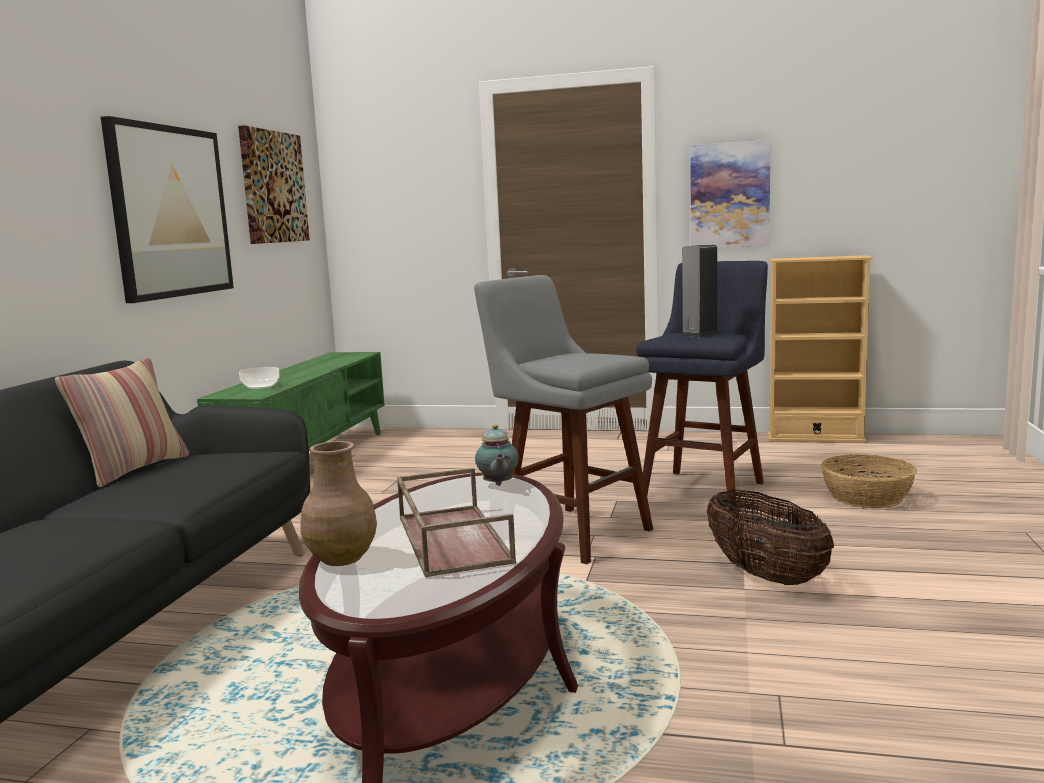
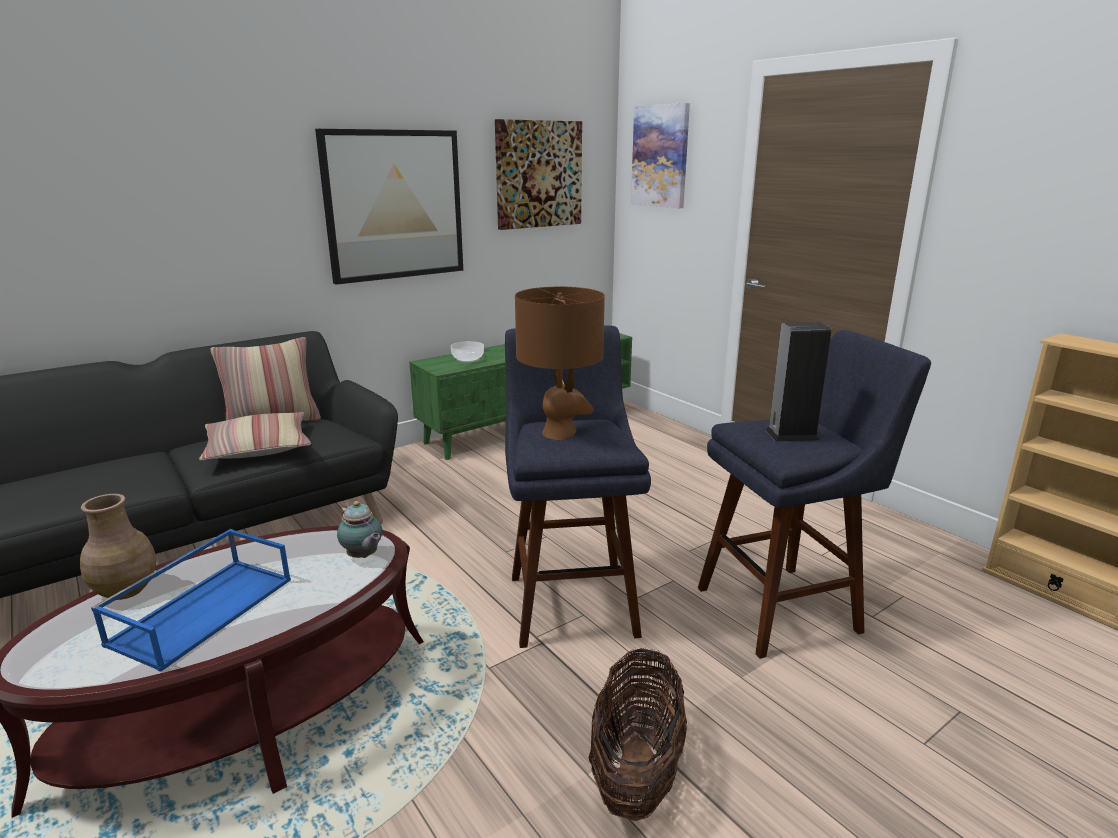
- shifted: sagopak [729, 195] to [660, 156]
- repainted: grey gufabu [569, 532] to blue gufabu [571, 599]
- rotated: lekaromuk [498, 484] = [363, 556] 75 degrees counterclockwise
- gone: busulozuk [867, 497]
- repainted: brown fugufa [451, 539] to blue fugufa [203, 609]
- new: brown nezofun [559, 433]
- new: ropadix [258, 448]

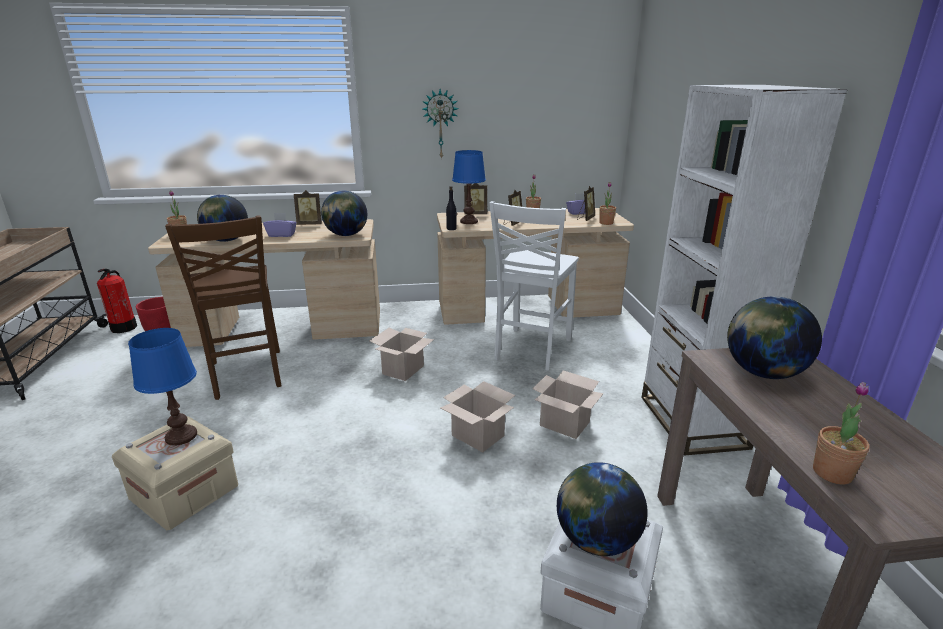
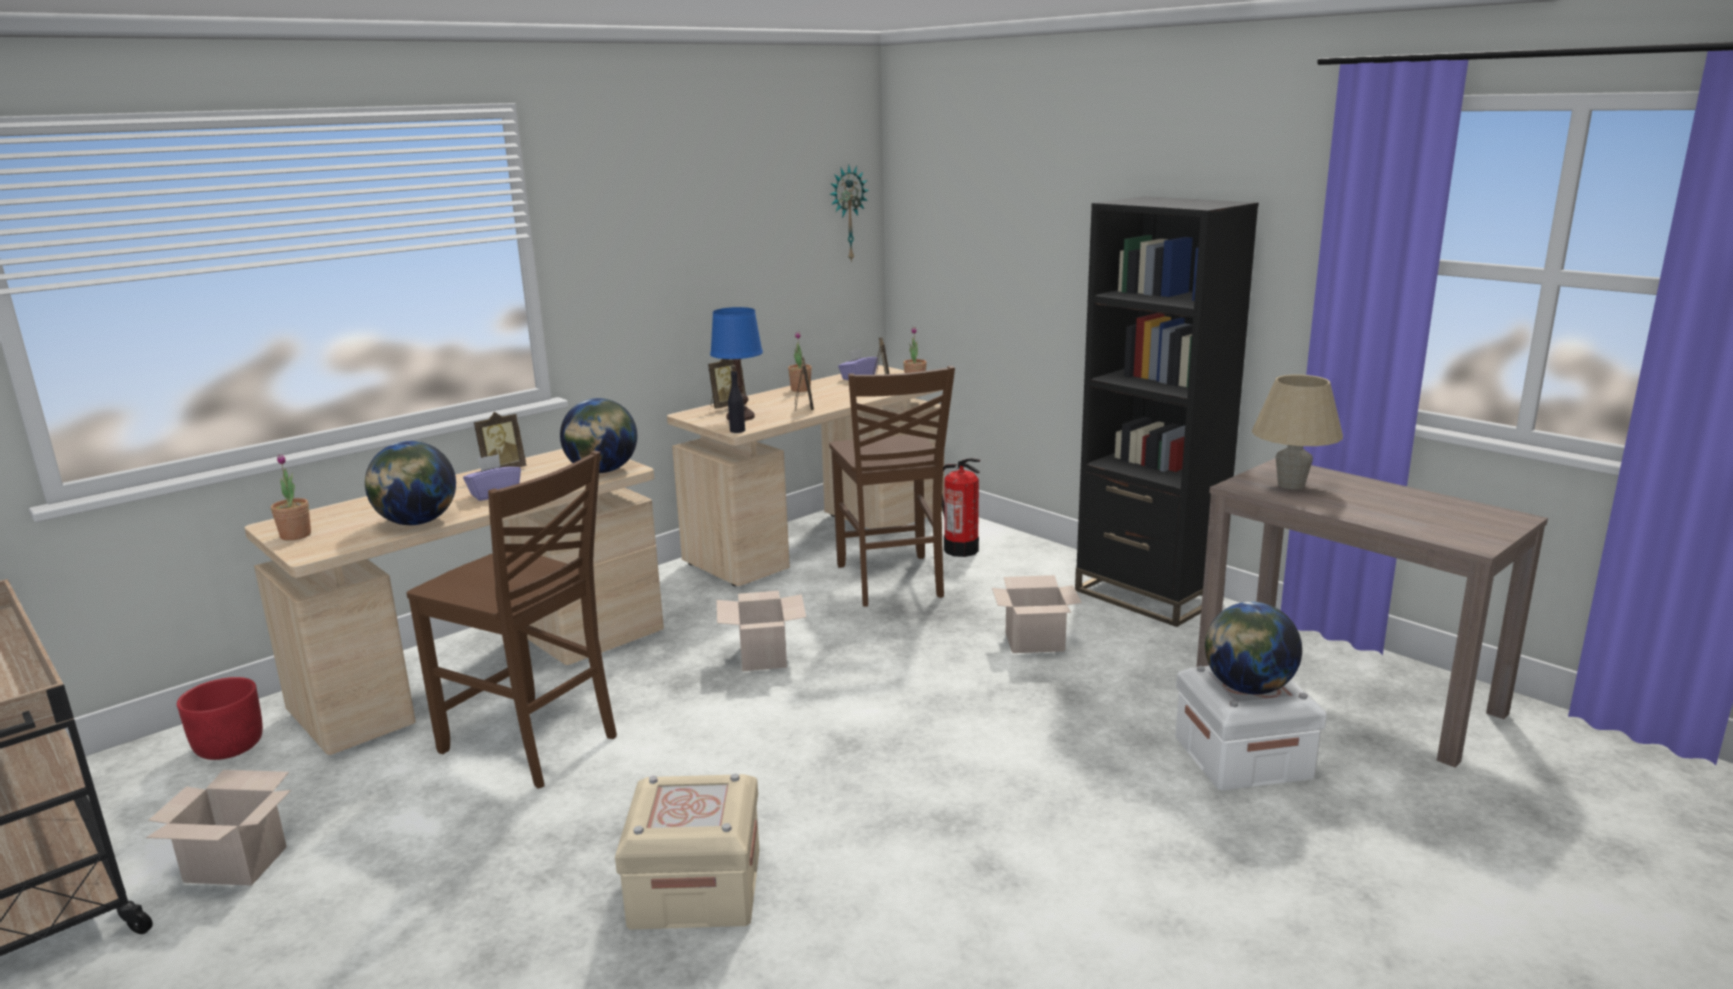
- repainted: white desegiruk [692, 421] to black desegiruk [1147, 595]
- shifted: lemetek [440, 124] to [847, 213]
- repainted: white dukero [531, 350] to brown dukero [891, 582]
- shifted: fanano [124, 328] to [960, 550]
- swapped: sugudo [763, 373] to beige nezofun [1291, 485]
- gone: blue nezofun [181, 436]
- shifted: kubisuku [479, 436] to [239, 863]
- gone: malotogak [832, 473]

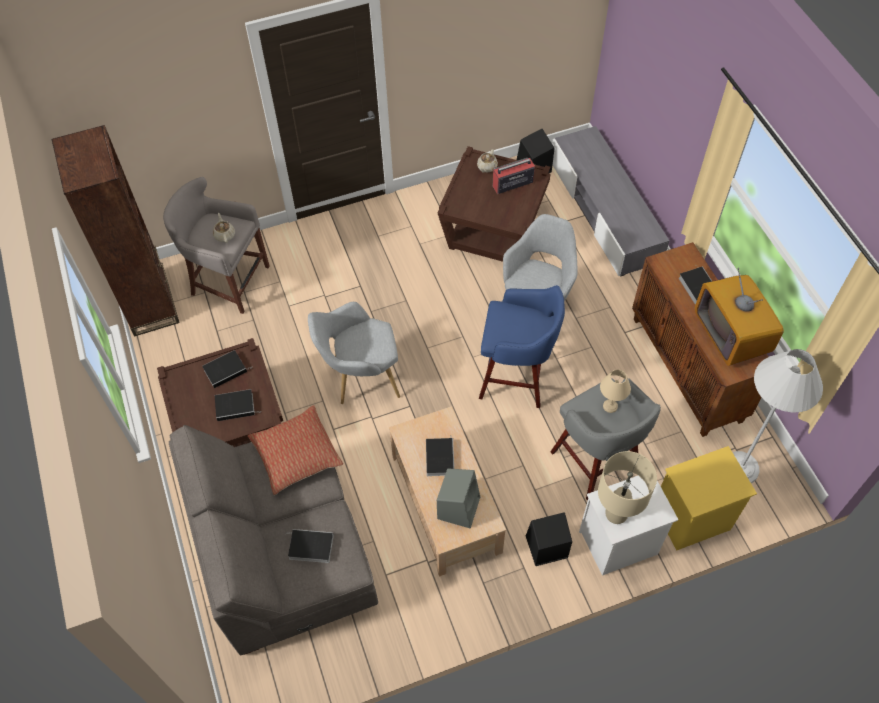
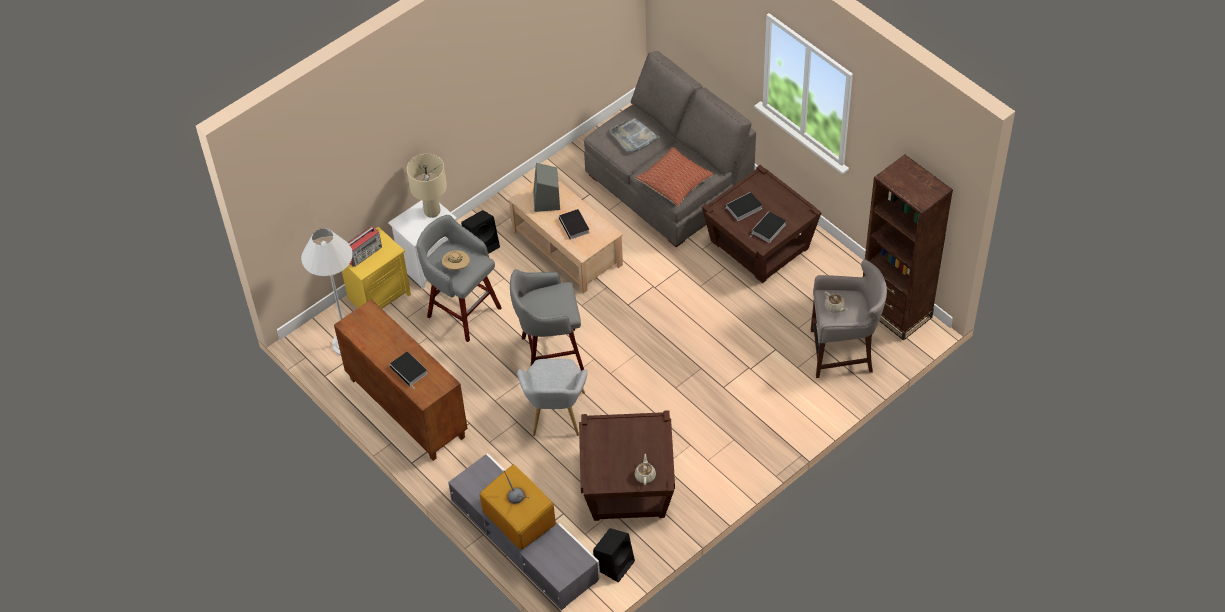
- shifted: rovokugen [512, 184] to [364, 253]
- shifted: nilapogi [731, 334] to [519, 521]
- repainted: blue gufabu [516, 378] to grey gufabu [549, 354]
- gone: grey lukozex [360, 378]
- swapped: beige nezofun [609, 406] to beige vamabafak [456, 267]
- swapped: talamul [309, 547] to grey fugufa [633, 136]

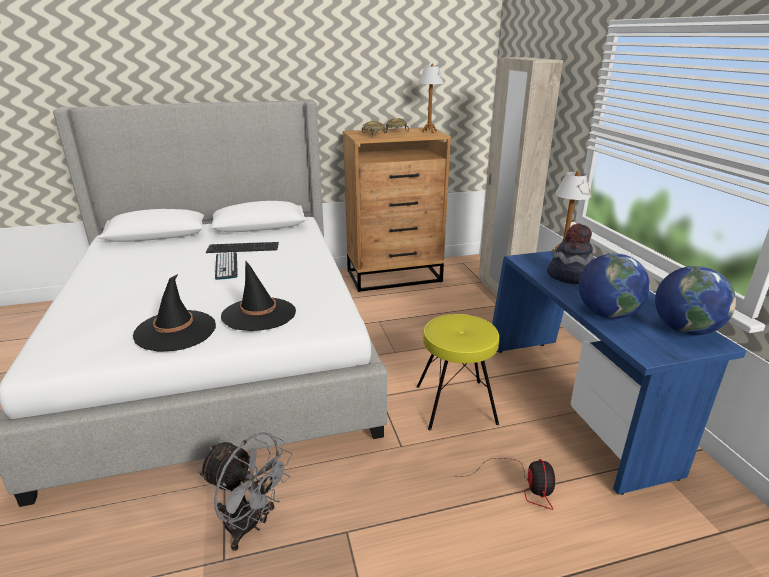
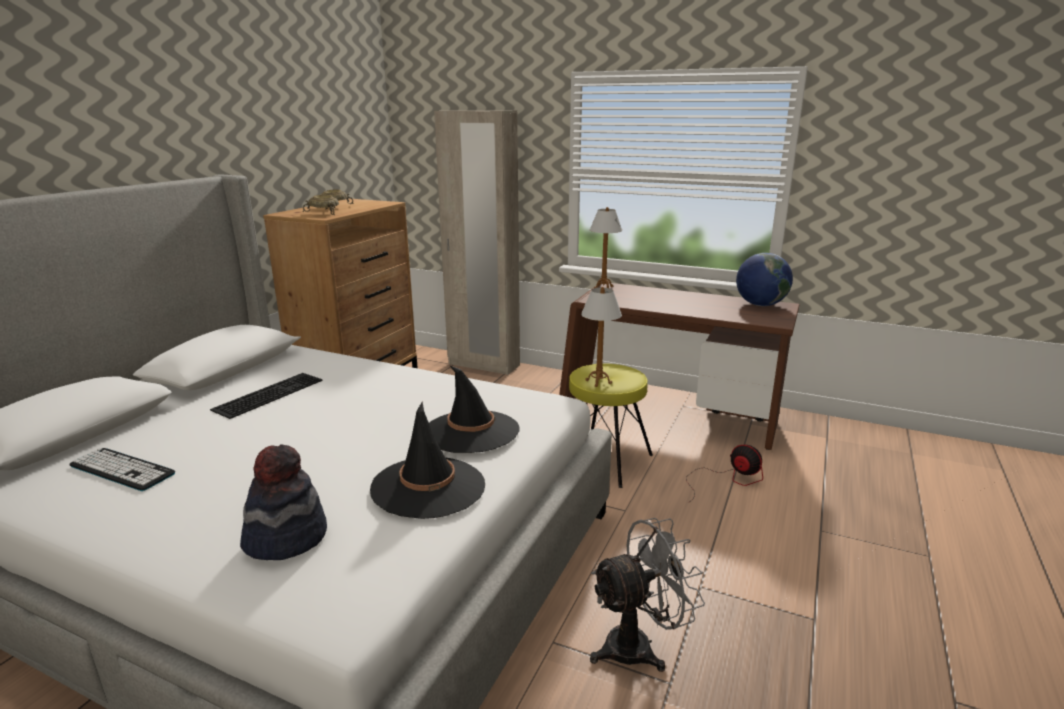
- shifted: nezofun [429, 131] to [598, 382]
- shifted: vamabafak [569, 276] to [286, 538]
- repainted: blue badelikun [575, 405] to brown badelikun [668, 416]
- shifted: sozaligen [226, 266] to [122, 469]
- gone: sugudo [607, 314]

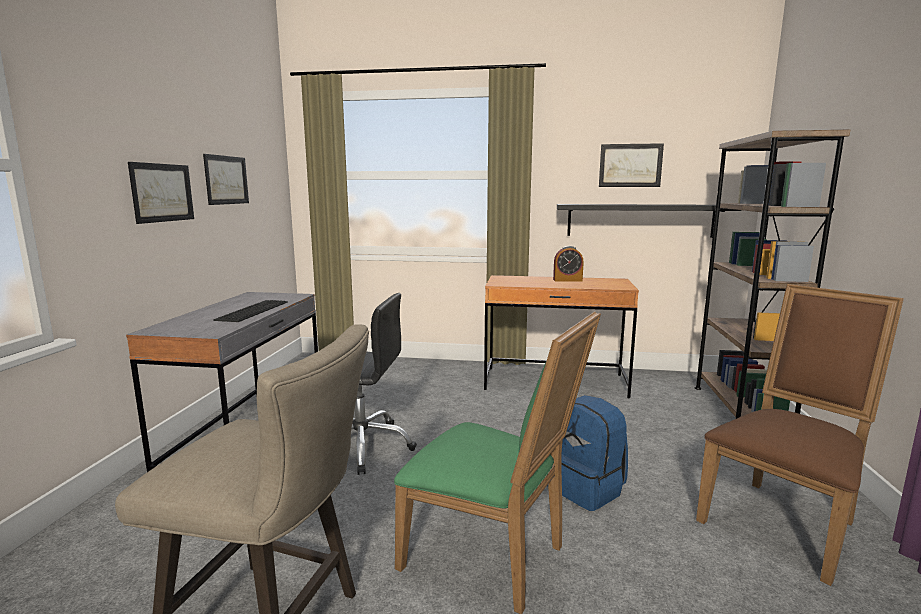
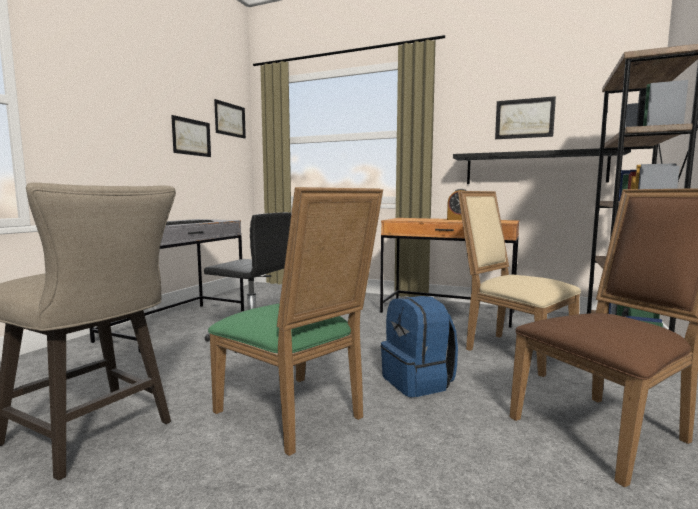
- shifted: sagopak [162, 192] to [230, 119]
- new: beige dukero [513, 351]

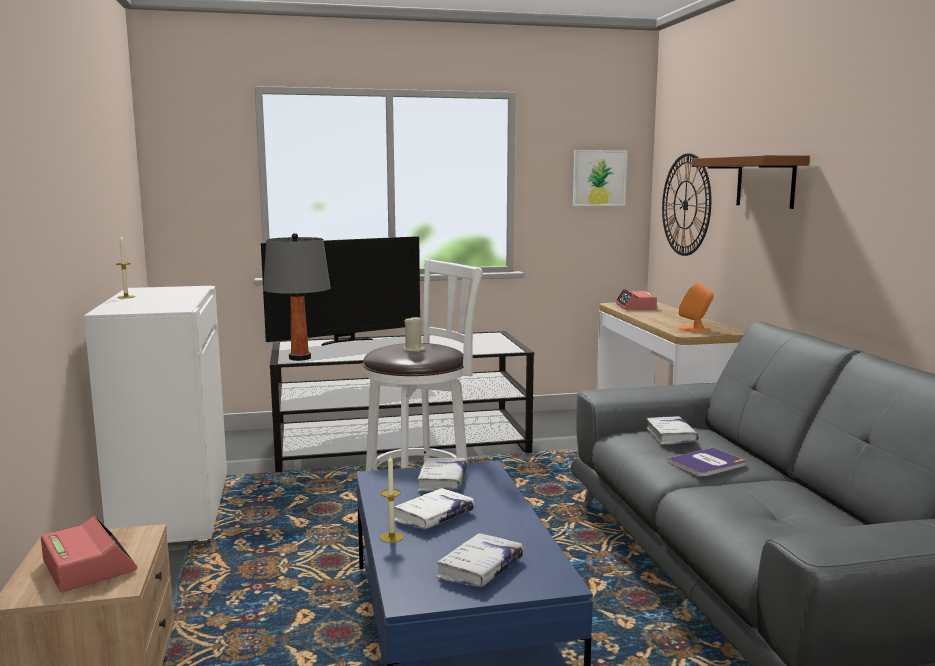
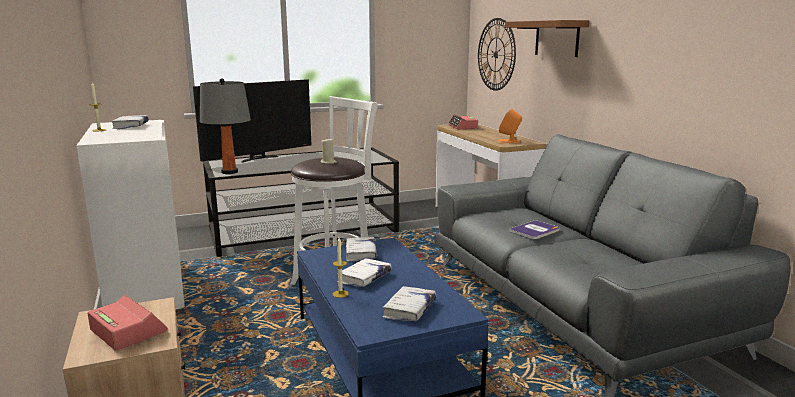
- gone: sagopak [599, 178]
- shifted: white talamul [671, 436] to [131, 126]

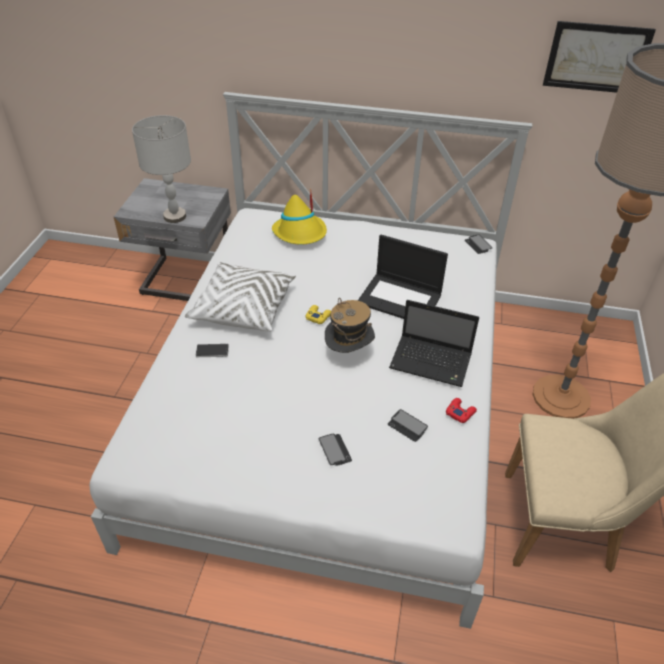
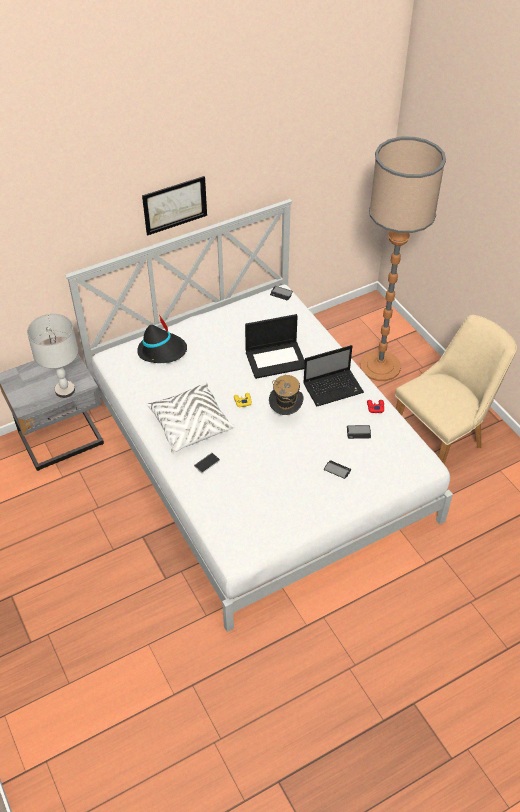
- shifted: sagopak [596, 57] to [175, 205]
- repainted: yellow vamabafak [300, 233] to black vamabafak [162, 351]

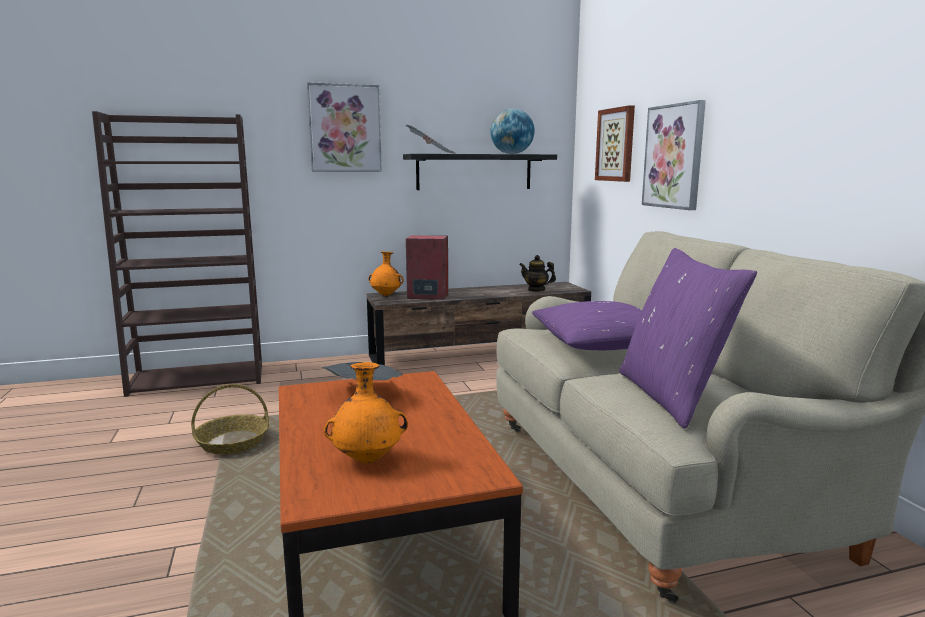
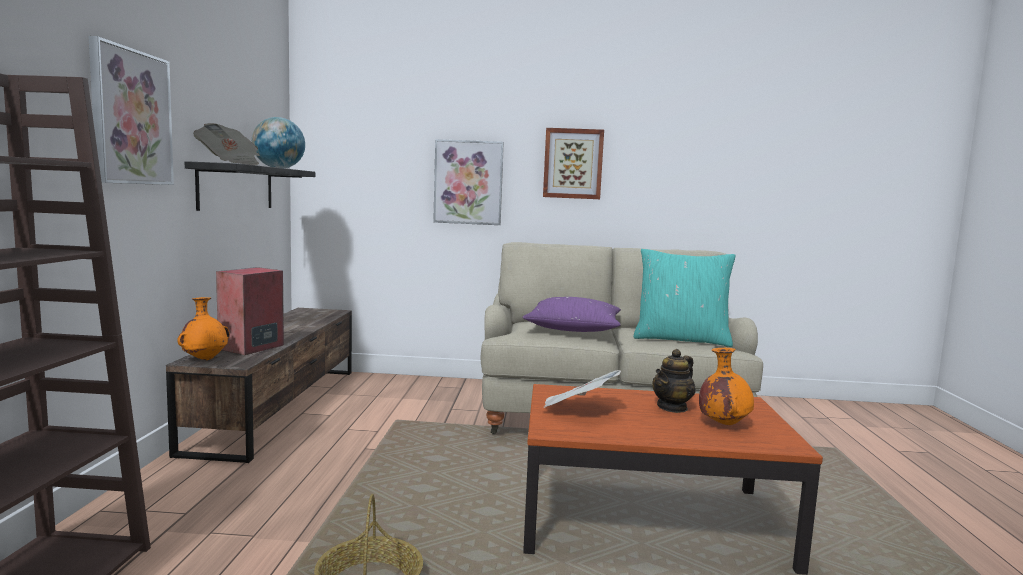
- shifted: sagopak [616, 145] to [573, 164]
- repainted: purple ropadix [672, 396] to turquoise ropadix [681, 339]
- shifted: lekaromuk [536, 290] to [672, 407]

